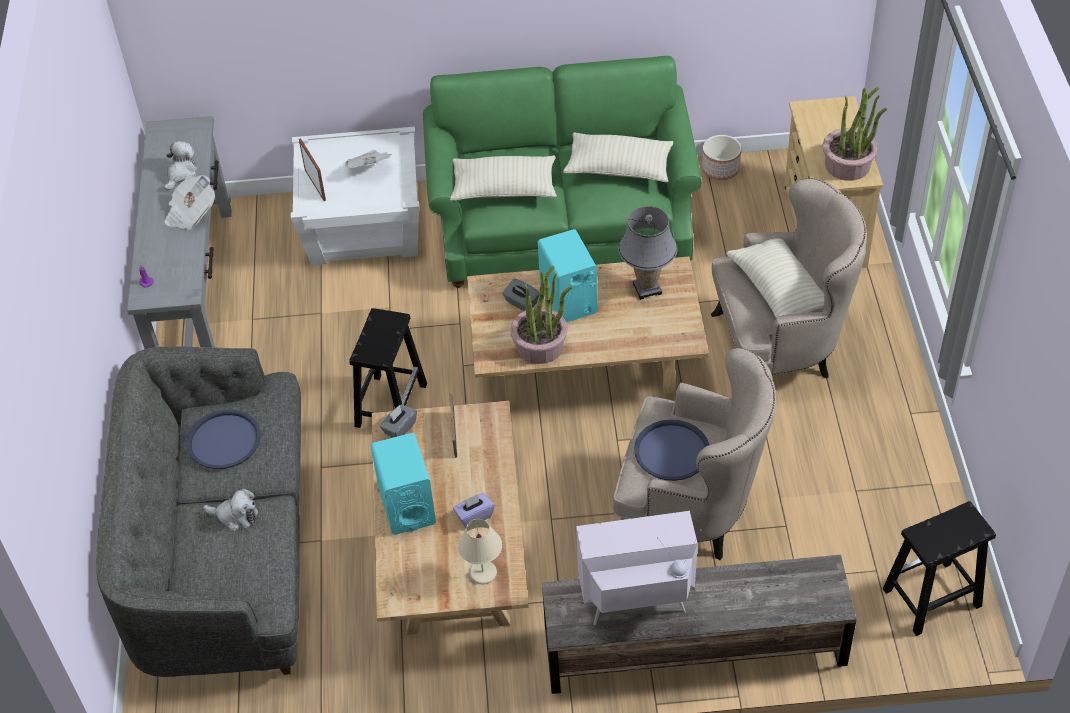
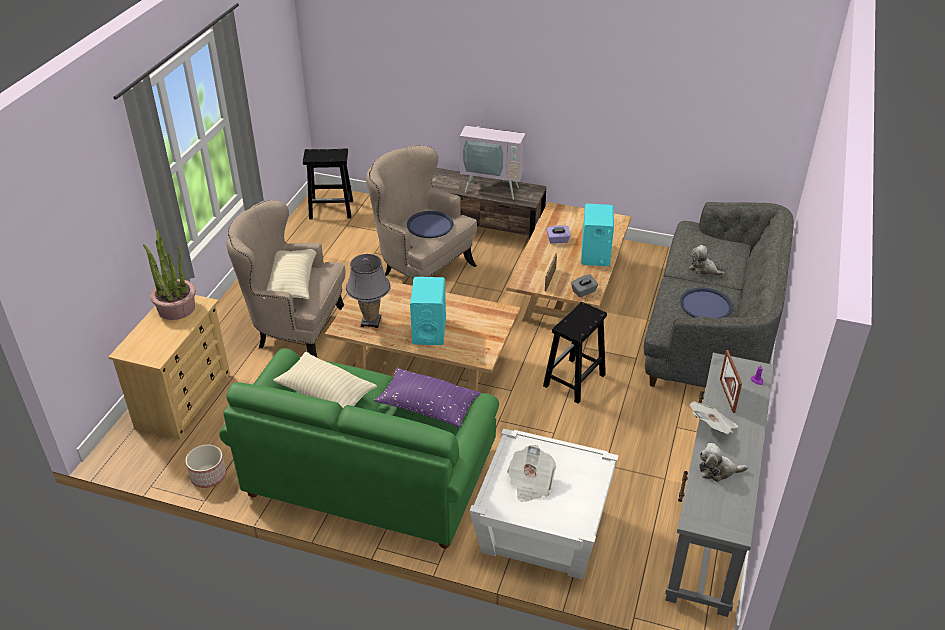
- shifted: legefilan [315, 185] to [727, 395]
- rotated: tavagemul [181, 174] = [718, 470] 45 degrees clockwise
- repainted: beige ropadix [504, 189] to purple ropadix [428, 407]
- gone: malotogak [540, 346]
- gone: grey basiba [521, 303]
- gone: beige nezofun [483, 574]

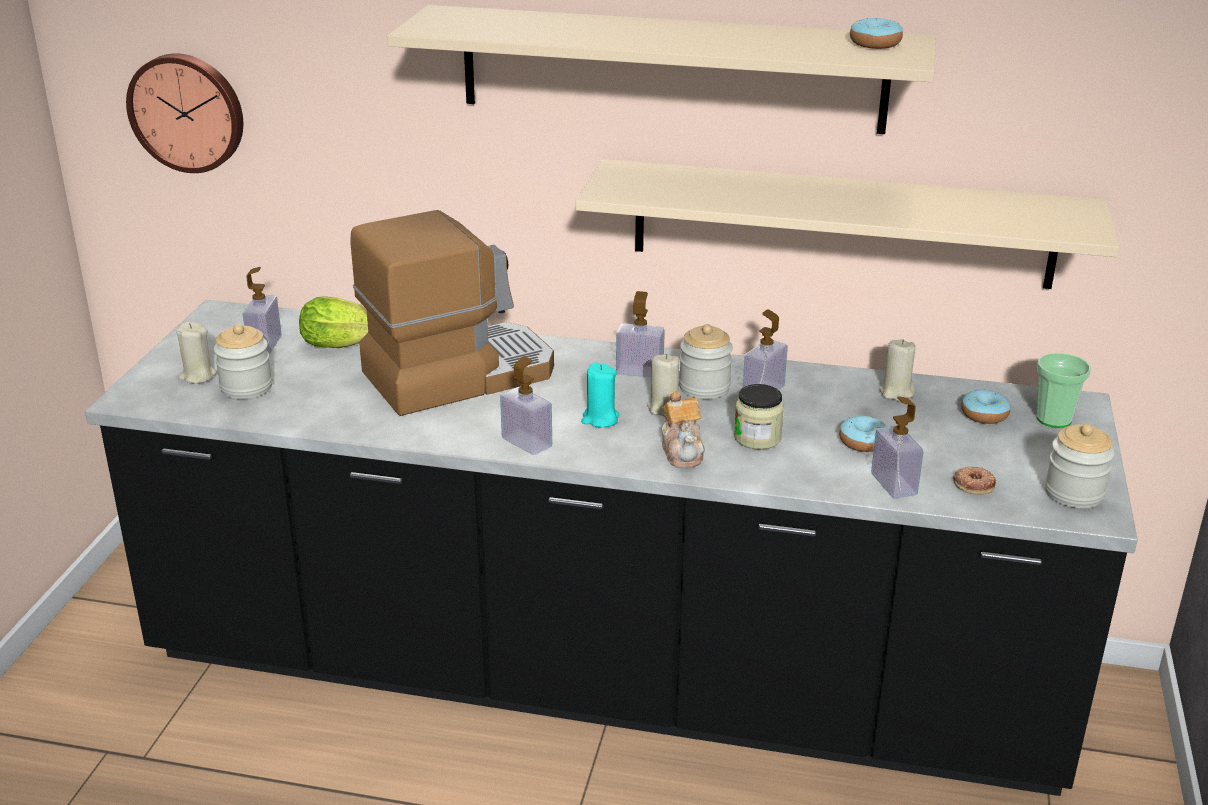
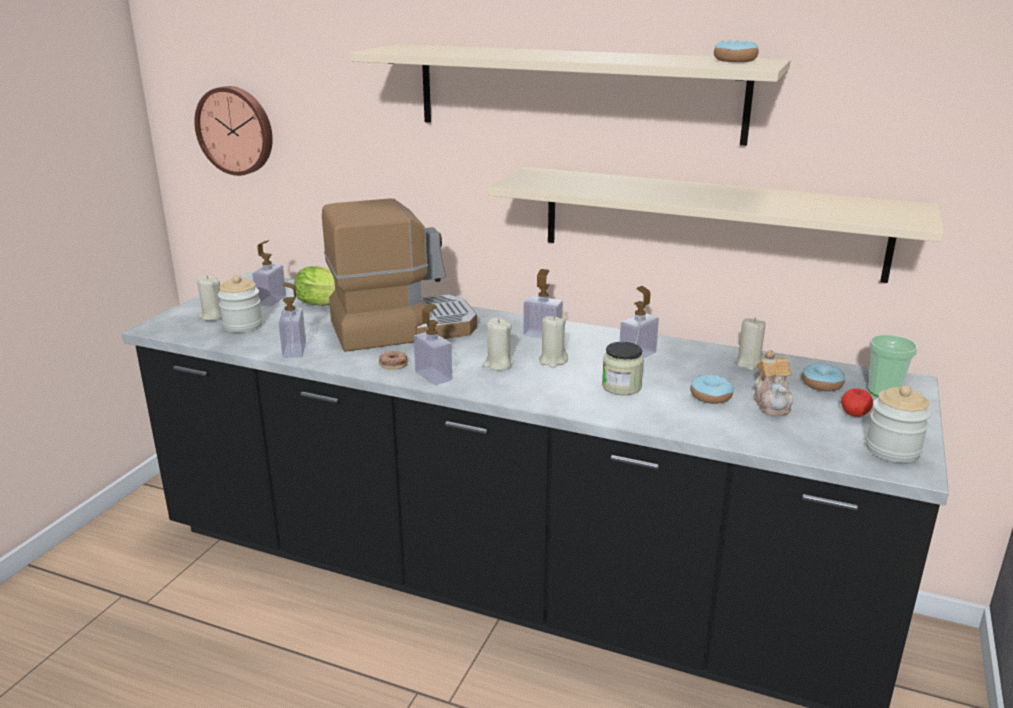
- gone: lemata [704, 387]
- repainted: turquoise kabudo [600, 419] to beige kabudo [498, 364]
- shifted: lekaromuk [683, 451] to [772, 403]
- shifted: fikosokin [893, 484] to [294, 350]
- shifted: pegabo [974, 484] to [393, 363]
- new: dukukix [854, 415]

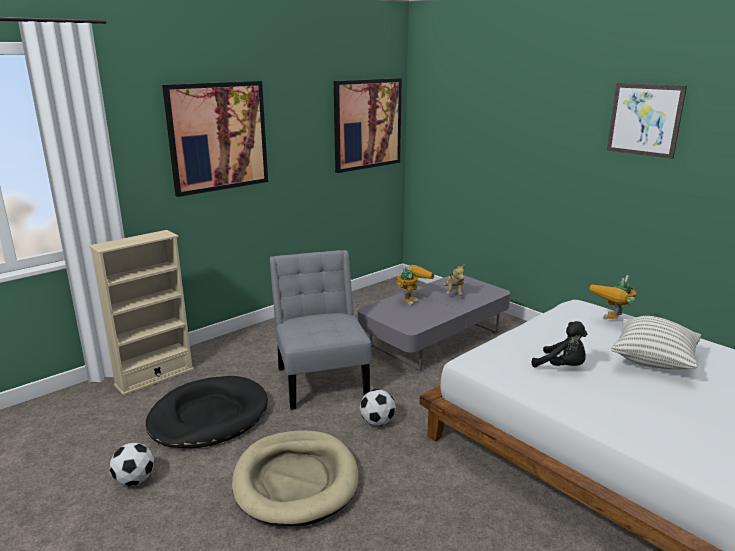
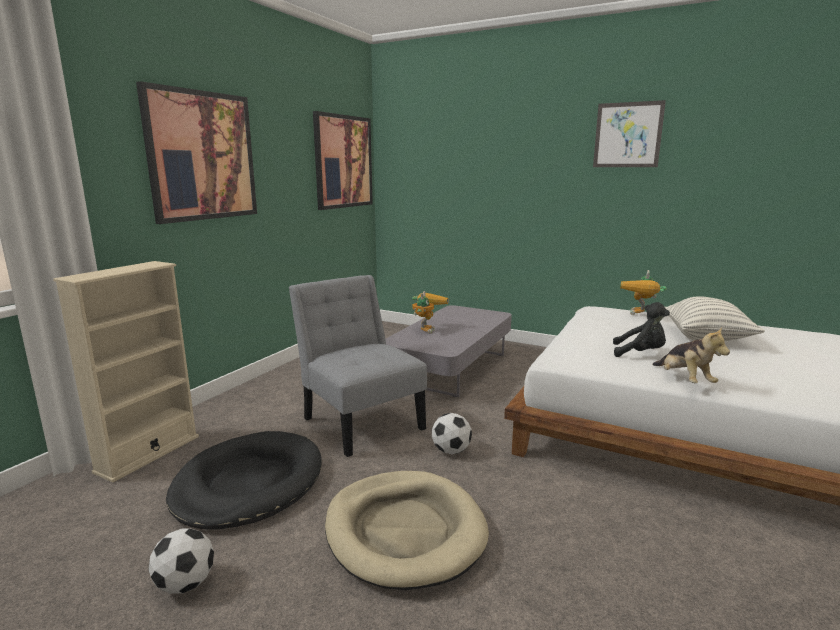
- shifted: tavagemul [454, 293] to [684, 380]

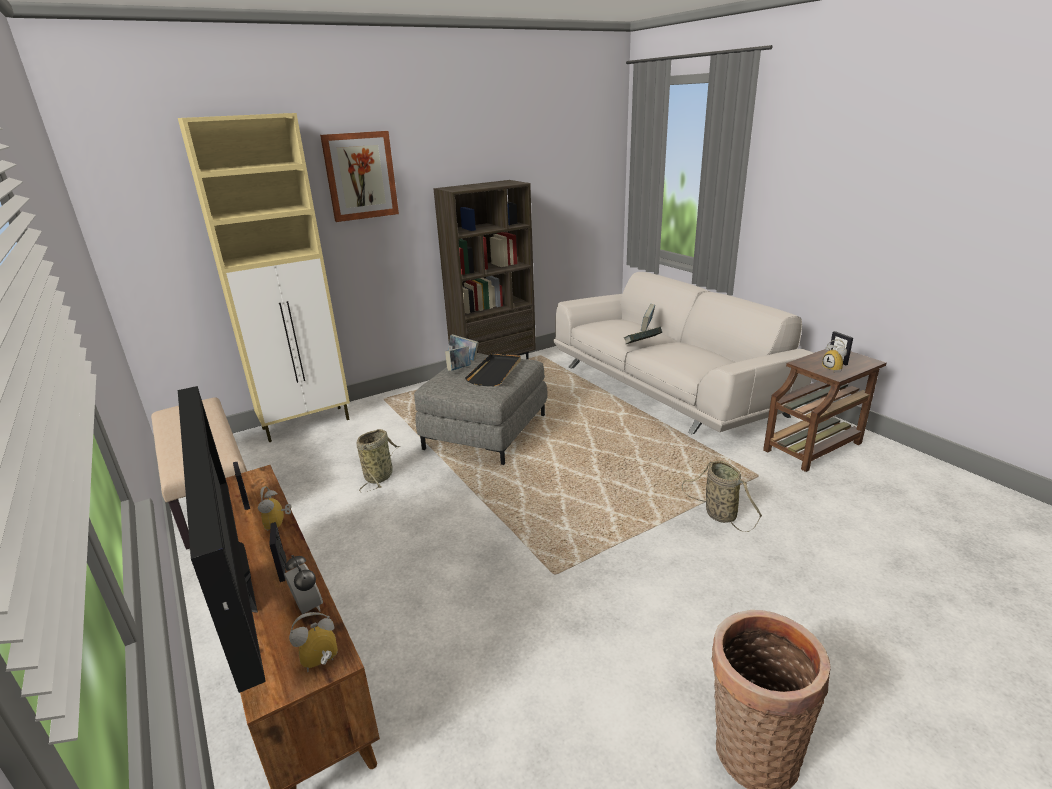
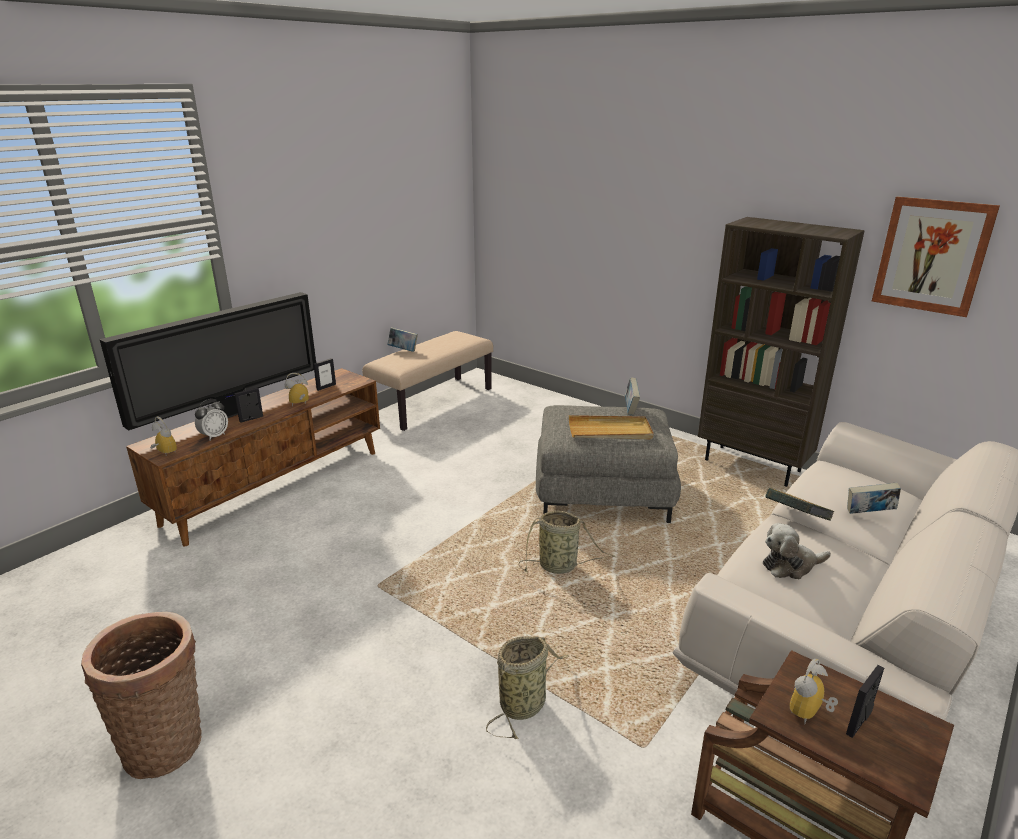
- gone: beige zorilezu [307, 424]
- shifted: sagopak [360, 176] to [932, 256]
- shifted: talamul [459, 369] to [403, 350]
- repainted: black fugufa [495, 372] to beige fugufa [610, 431]
- shifted: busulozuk [380, 476] to [560, 566]
- new: tavagemul [790, 565]

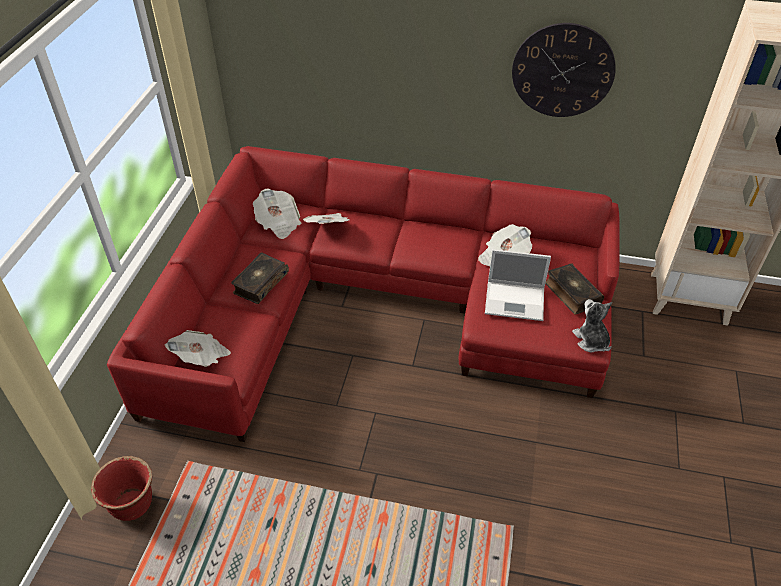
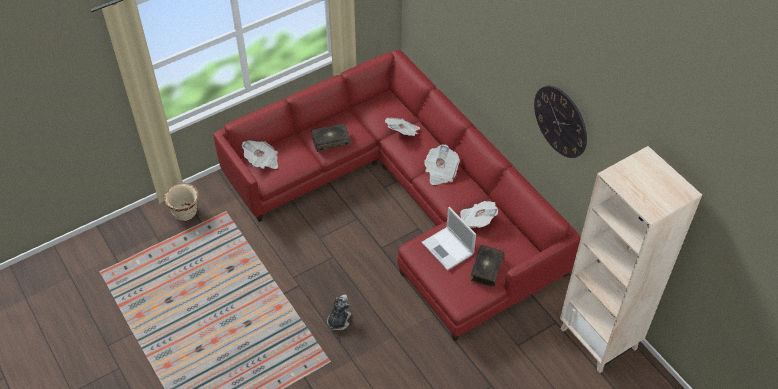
- shifted: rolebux [278, 223] to [440, 172]
- shifted: tavagemul [591, 341] to [338, 321]
- repainted: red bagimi [132, 505] to beige bagimi [185, 213]

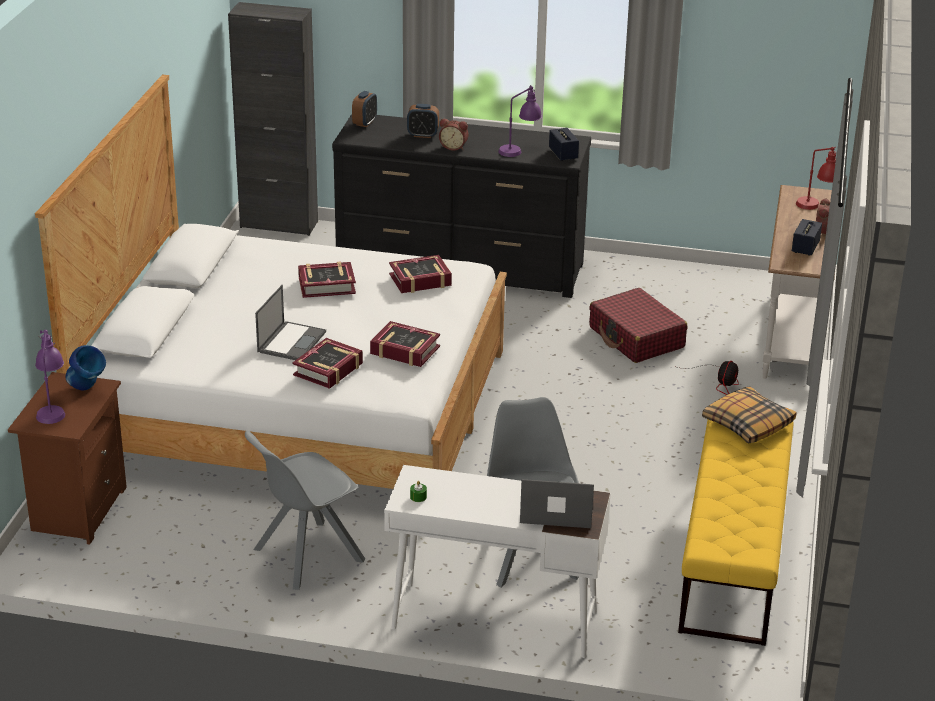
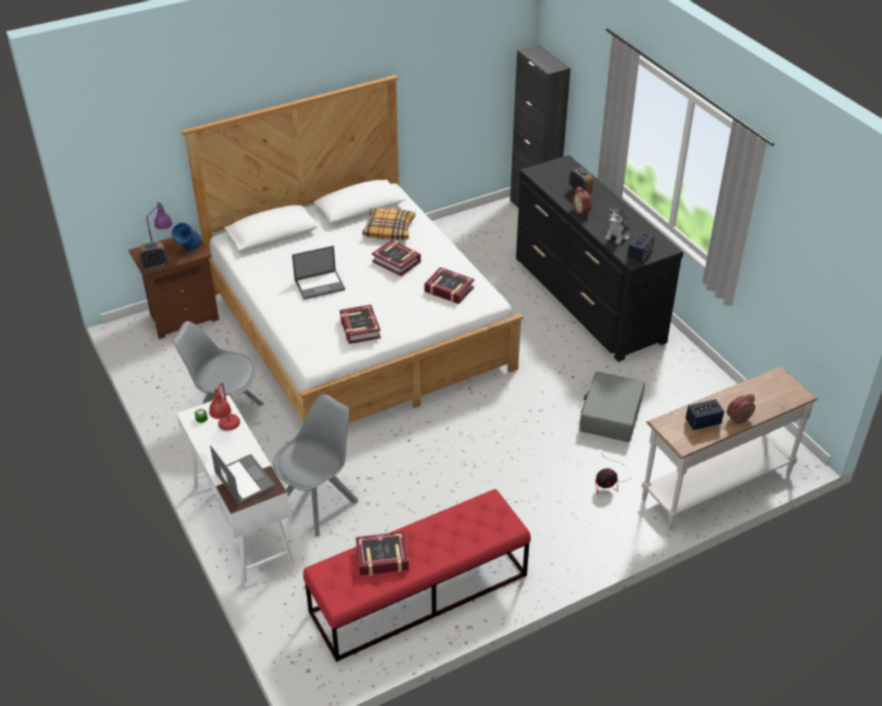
- swapped: purple nezofun [519, 150] to tavagemul [617, 236]
- shifted: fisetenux [365, 123] to [154, 266]
- shifted: red nezofun [816, 207] to [227, 429]
- repainted: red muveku [636, 338] to grey muveku [610, 415]
- shifted: talamul [328, 369] to [382, 558]
- shifted: ropadix [747, 423] to [389, 229]
- repainted: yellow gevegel [733, 554] to red gevegel [418, 594]

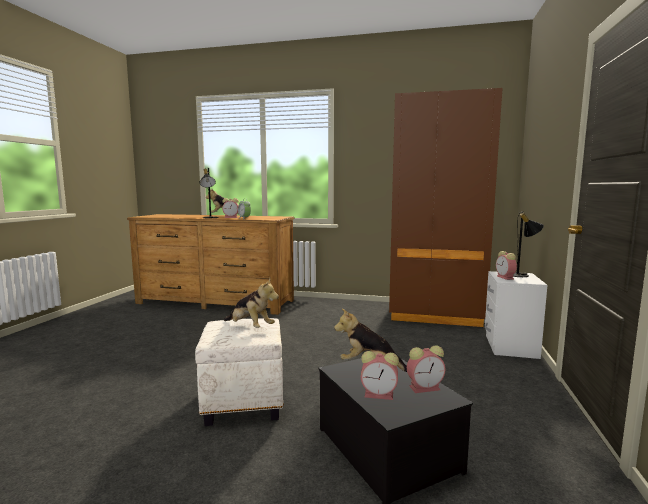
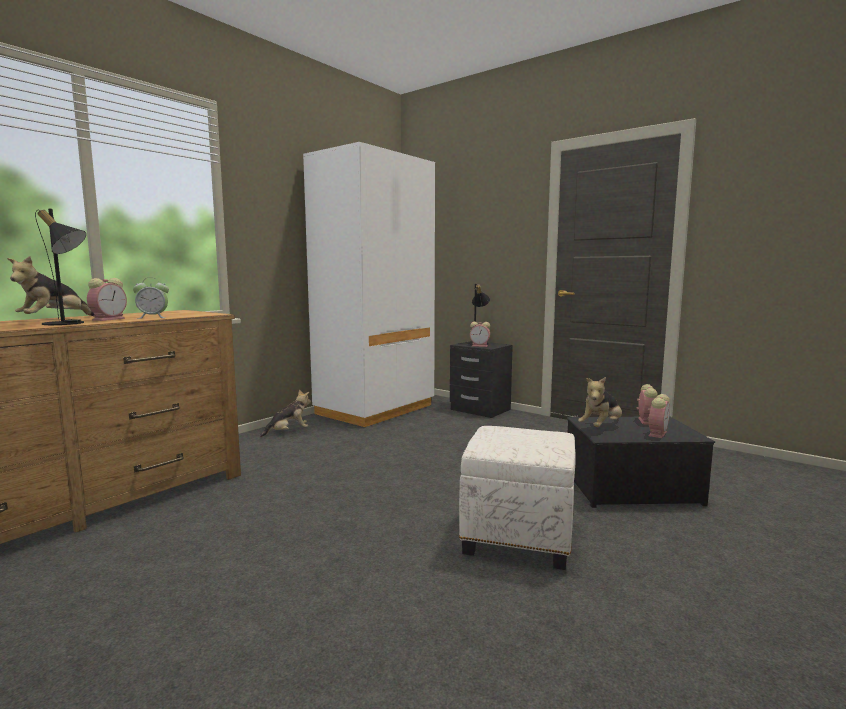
- repainted: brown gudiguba [435, 314] to white gudiguba [375, 410]
- repainted: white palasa [510, 346] to black palasa [480, 410]
- shifted: tavagemul [250, 327] to [288, 432]

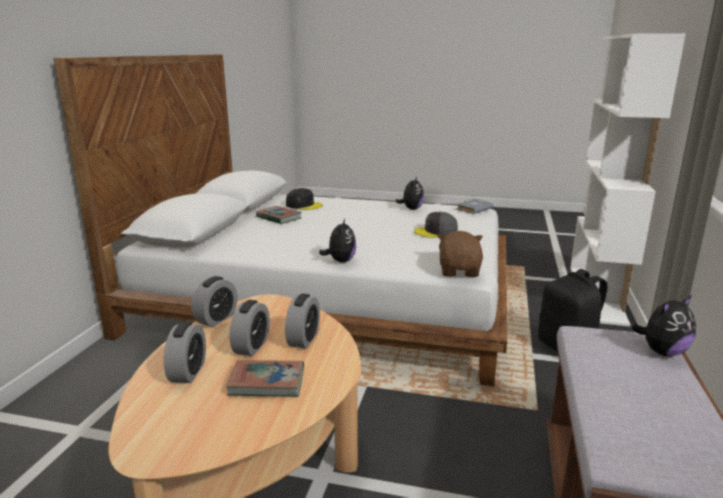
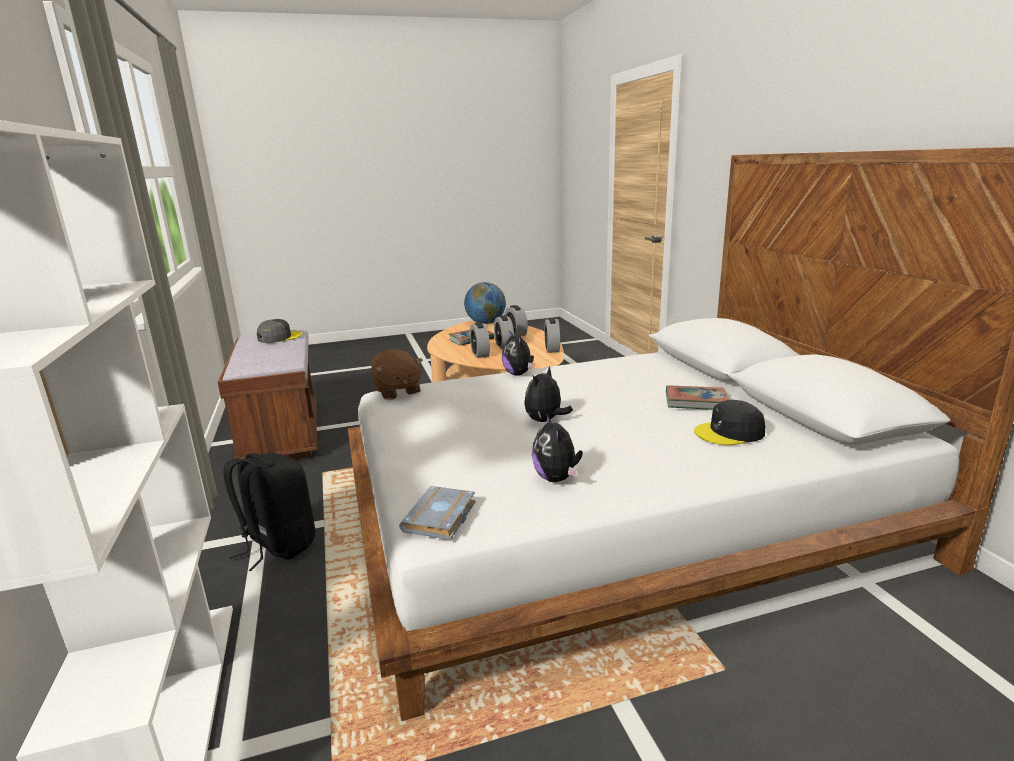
- shifted: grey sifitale [436, 232] to [279, 337]
- shifted: tavagemul [662, 352] to [545, 421]
- new: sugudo [485, 323]

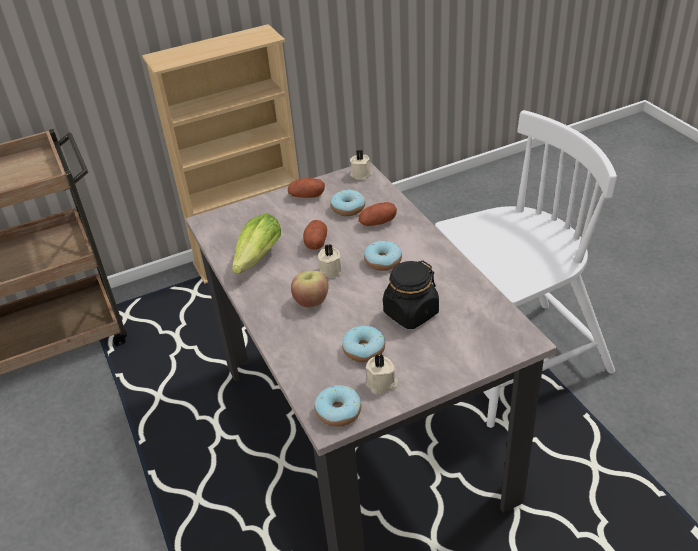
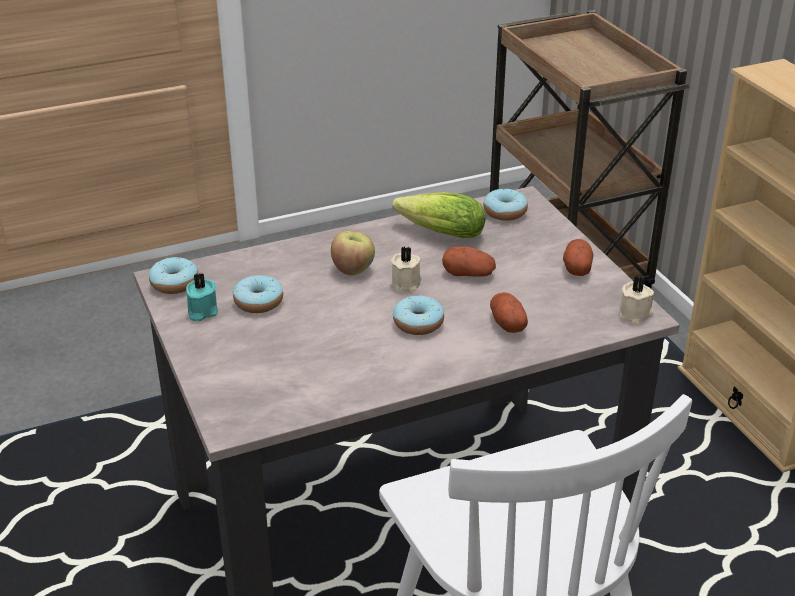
- shifted: pegabo [348, 208] to [505, 212]
- gone: black lemata [410, 313]
- repainted: beige kabudo [382, 384] to turquoise kabudo [201, 312]

